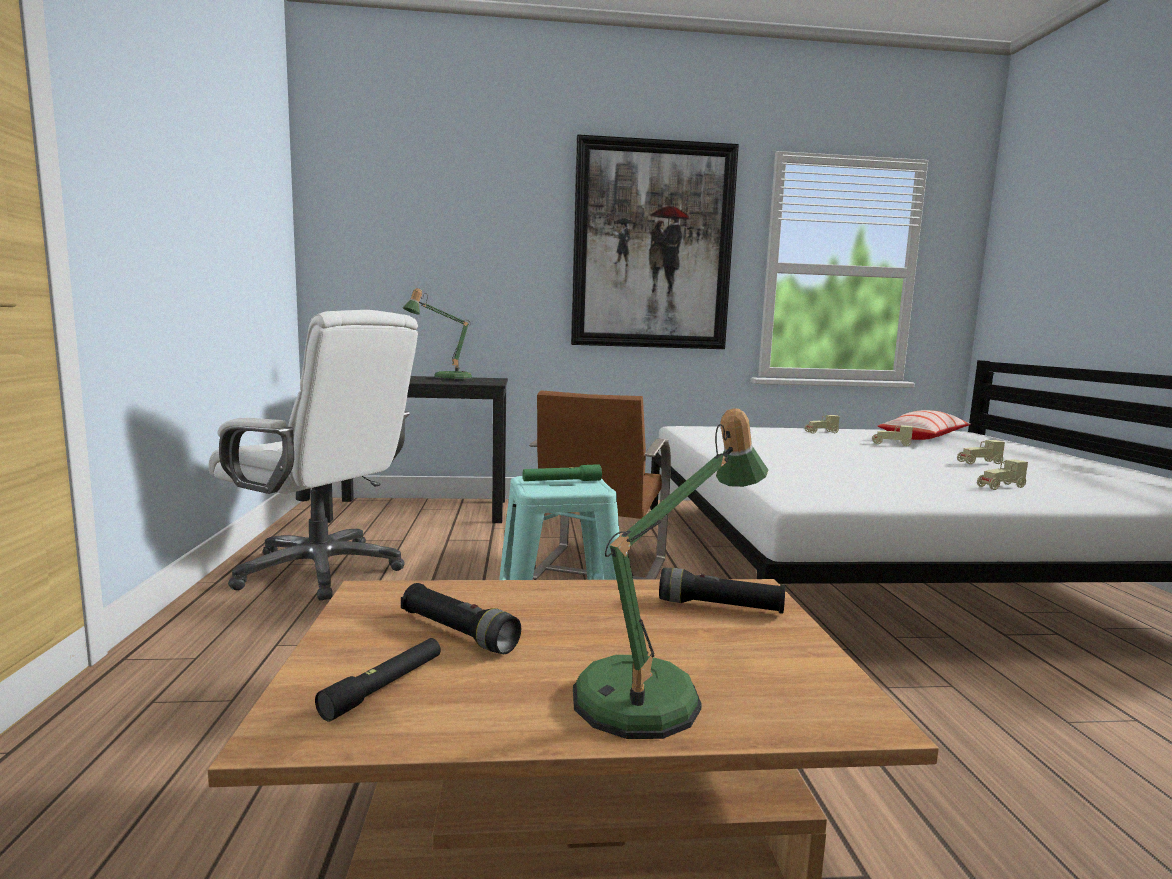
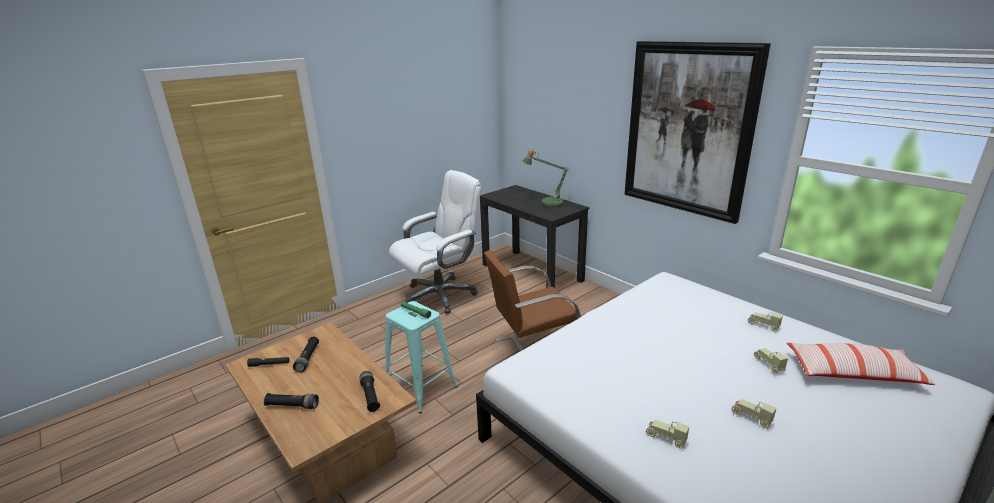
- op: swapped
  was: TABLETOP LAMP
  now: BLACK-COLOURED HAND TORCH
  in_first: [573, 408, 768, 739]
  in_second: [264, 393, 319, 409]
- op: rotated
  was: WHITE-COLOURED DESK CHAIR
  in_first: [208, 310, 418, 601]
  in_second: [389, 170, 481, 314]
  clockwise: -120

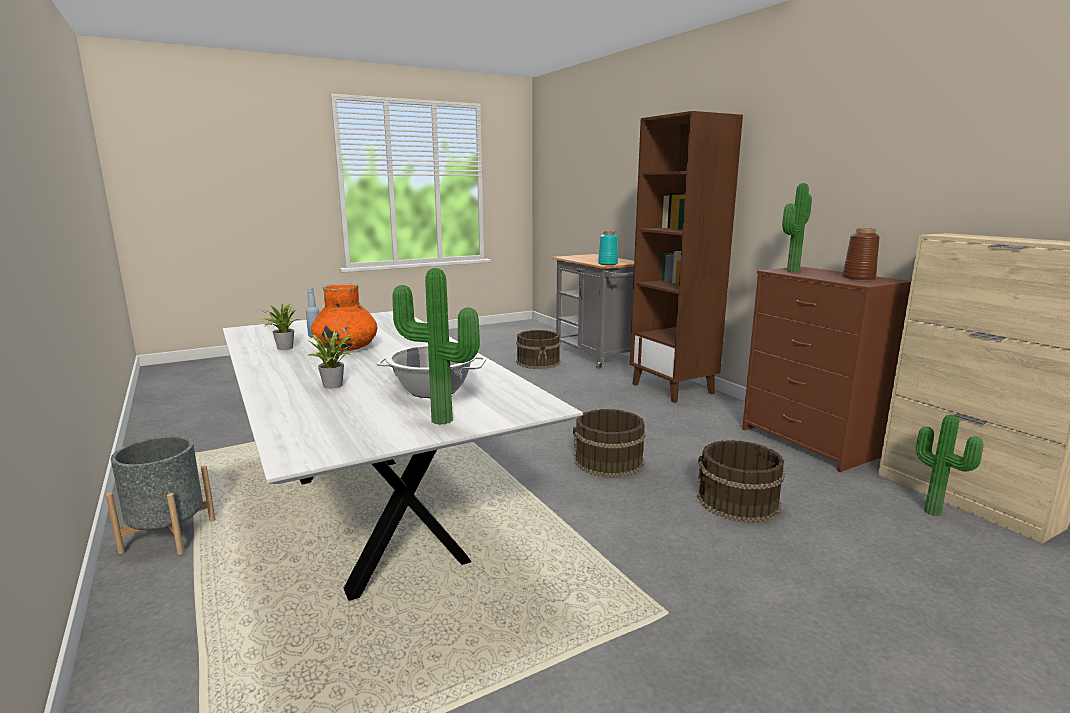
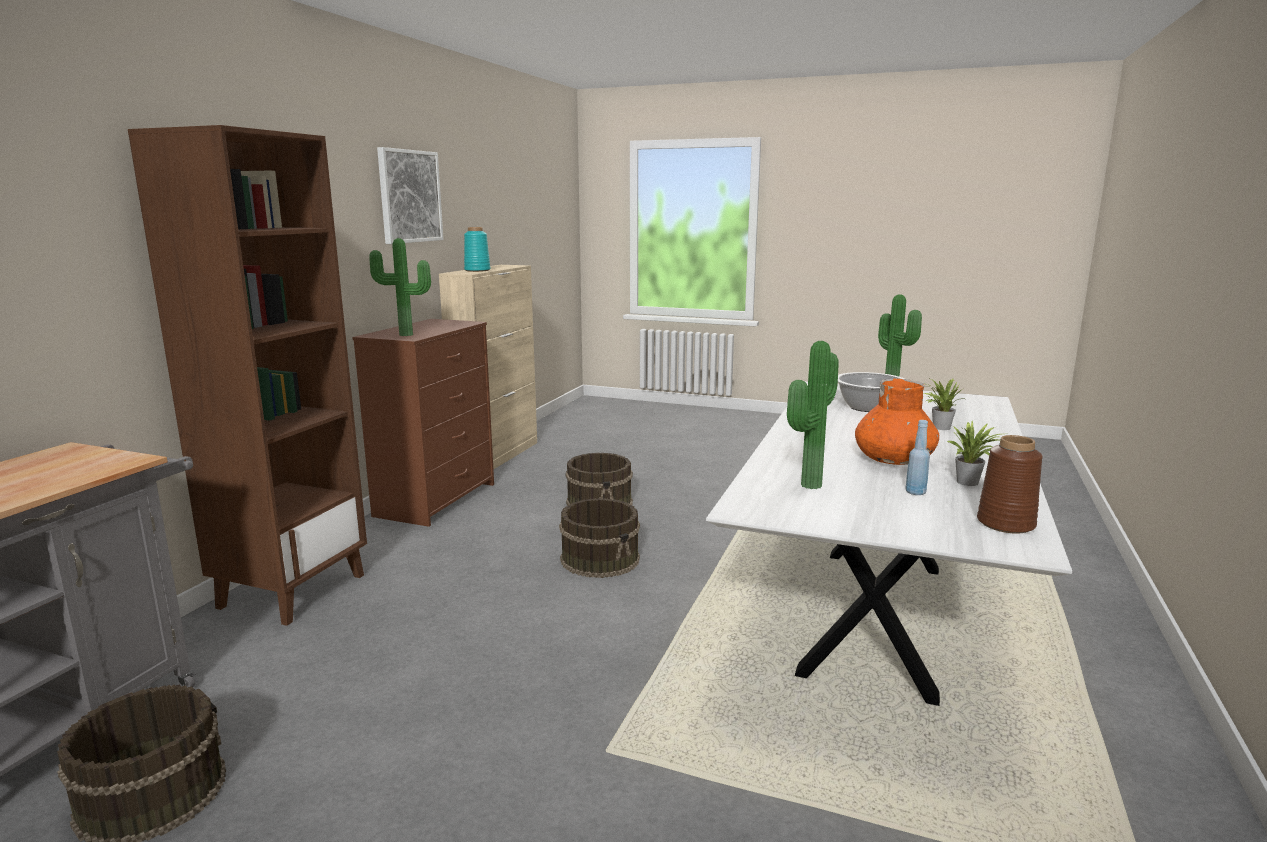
- op: gone
  was: GREY PLANT POT
  in_first: [106, 436, 216, 555]
- op: new
  now: WALL ART
  in_second: [377, 147, 444, 244]
- op: shifted
  was: BLUE-GREEN VASE
  in_first: [598, 231, 618, 265]
  in_second: [464, 227, 491, 272]
- op: shifted
  was: BROWNISH VASE
  in_first: [843, 228, 880, 280]
  in_second: [977, 435, 1043, 534]
- op: shifted
  was: HOUSEPLANT
  in_first: [916, 415, 984, 516]
  in_second: [787, 341, 839, 489]

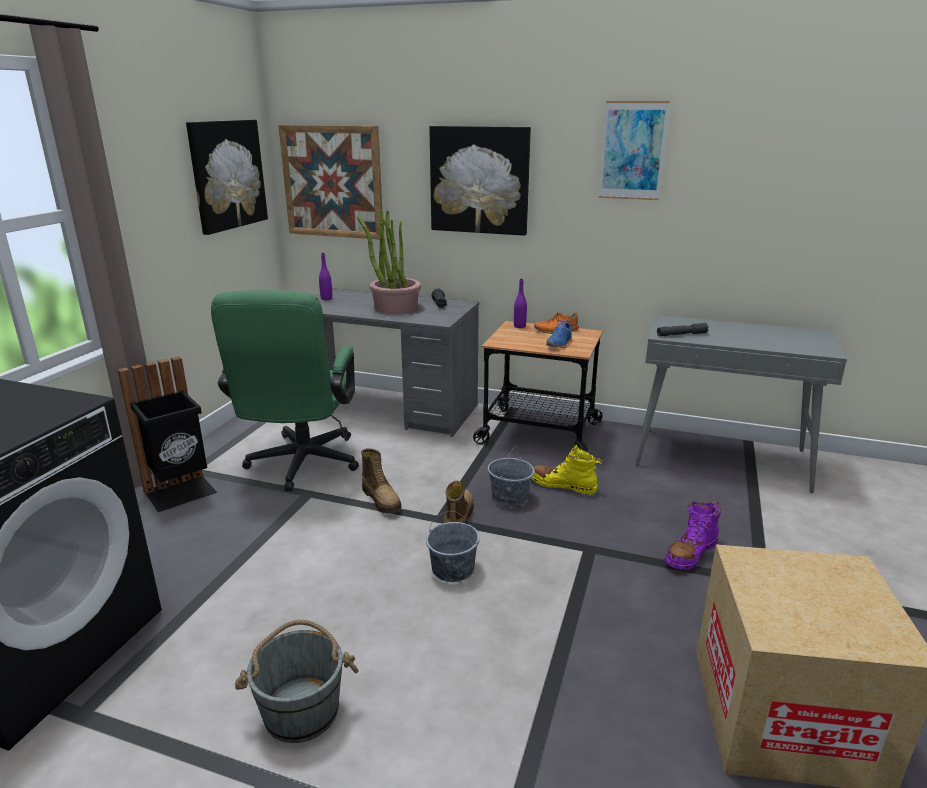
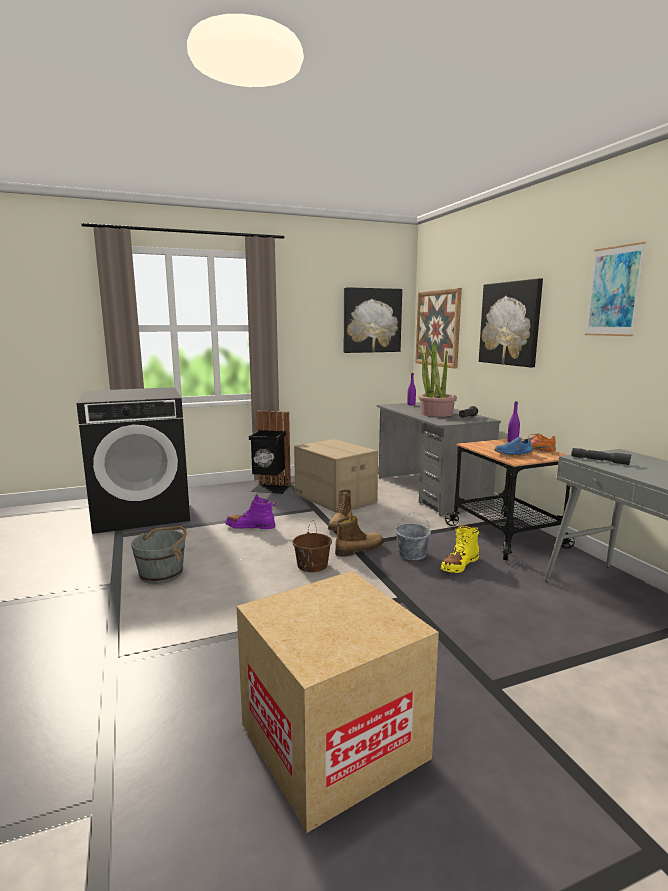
- op: shifted
  was: PURPLE BOOT
  in_first: [664, 501, 721, 570]
  in_second: [225, 495, 276, 529]
- op: swapped
  was: GREEN DESK CHAIR
  now: PACKING BOX
  in_first: [211, 290, 359, 491]
  in_second: [294, 439, 378, 512]
- op: repainted
  was: GREY PAIL
  now: BROWNISH PAIL
  in_first: [426, 511, 480, 582]
  in_second: [292, 522, 332, 572]
- op: rotated
  was: YELLOW BOOT
  in_first: [532, 444, 602, 494]
  in_second: [440, 525, 479, 573]
  clockwise: -120

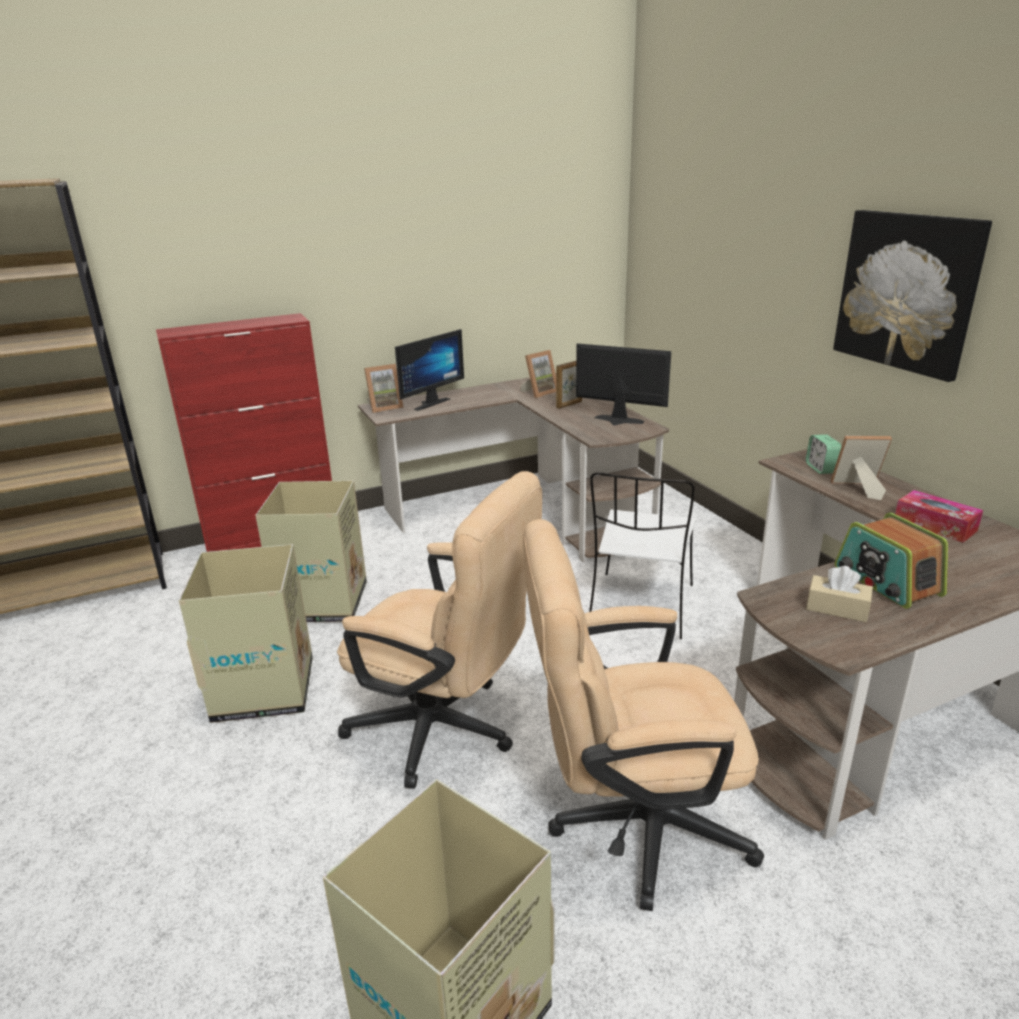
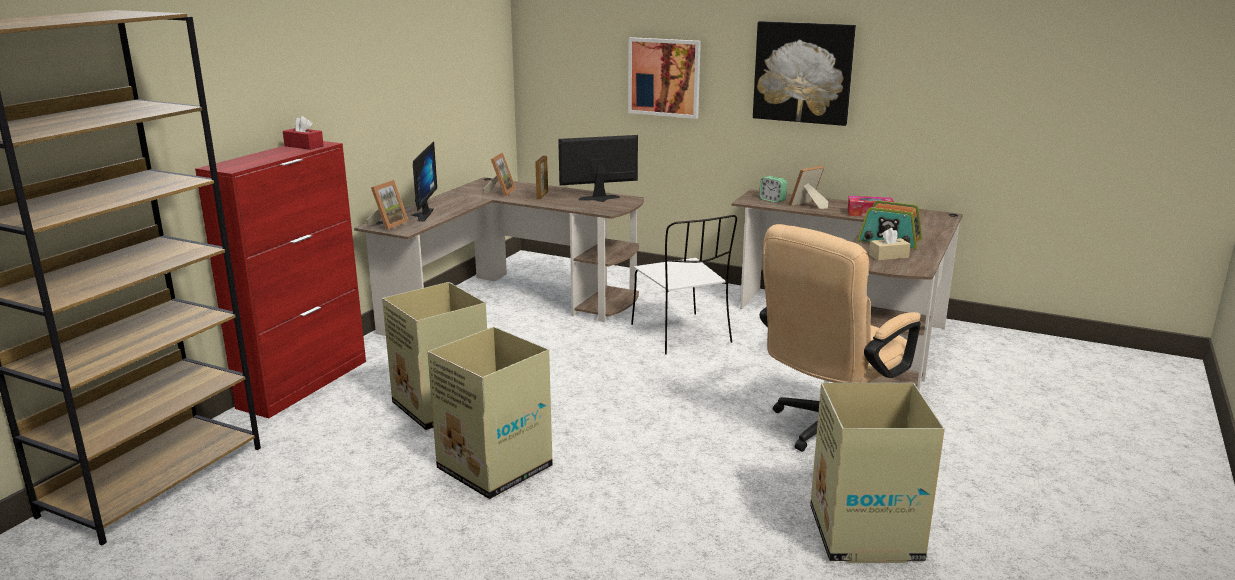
- op: gone
  was: BEIGE-COLOURED DESK CHAIR
  in_first: [337, 471, 542, 789]
- op: new
  now: RED-COLOURED TISSUE BOX
  in_second: [283, 116, 324, 150]
- op: new
  now: WALL ART
  in_second: [628, 37, 701, 119]

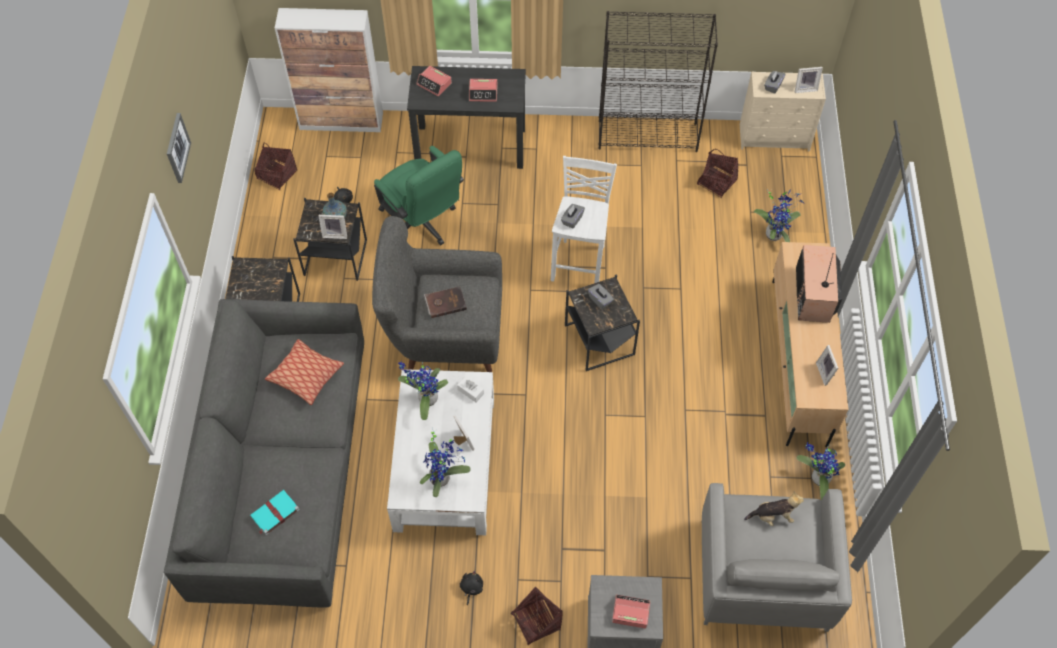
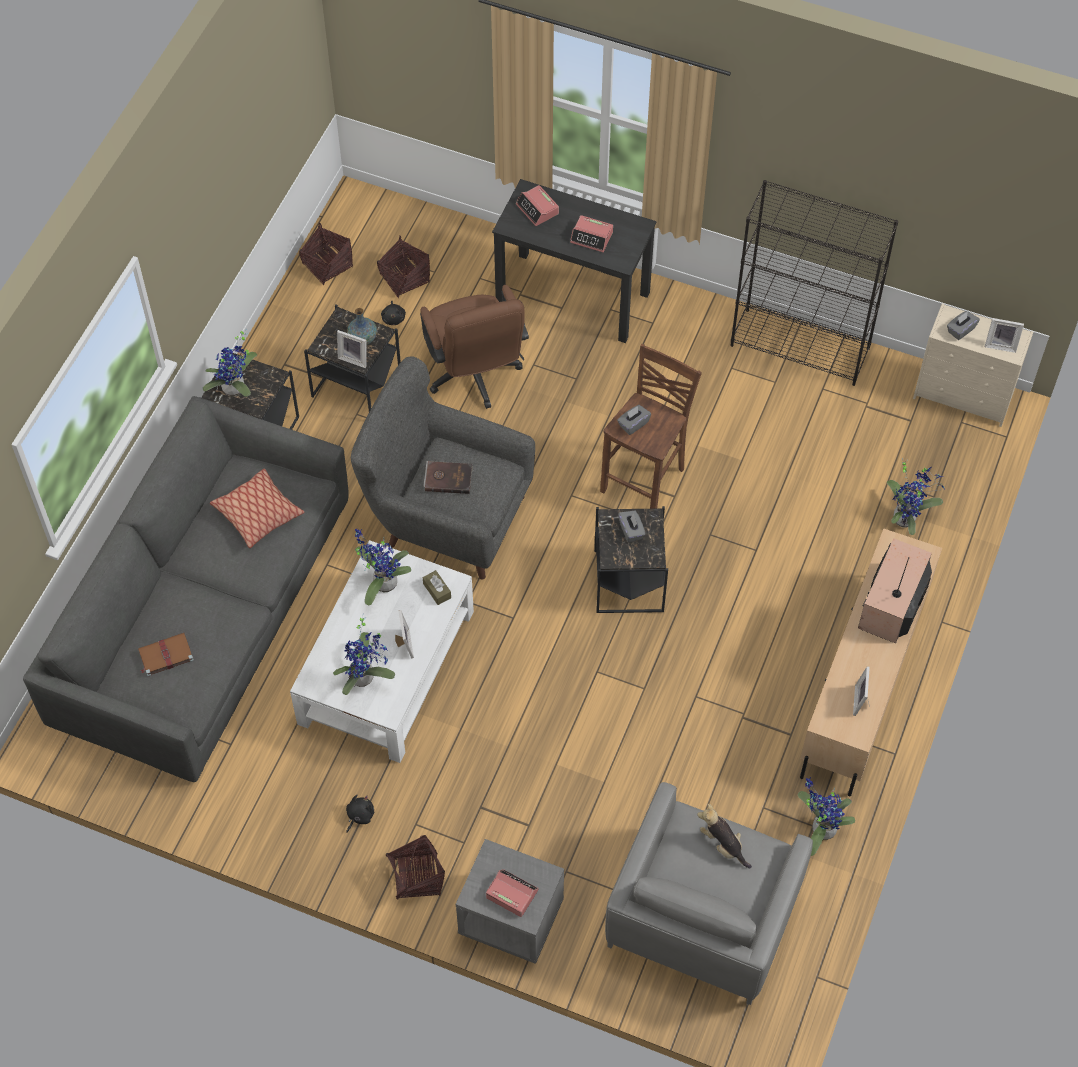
- op: gone
  was: WALL ART
  in_first: [167, 113, 191, 183]
- op: gone
  was: STORAGE CABINET
  in_first: [275, 8, 383, 132]
- op: new
  now: HOUSEPLANT
  in_second: [202, 329, 258, 397]
- op: shifted
  was: HOUSEHOLD BASKET
  in_first: [697, 149, 738, 198]
  in_second: [377, 235, 430, 298]
- op: repainted
  was: BLUE-GREEN VOLUME
  now: BROWNISH VOLUME
  in_first: [250, 490, 300, 535]
  in_second: [138, 633, 194, 676]
- op: repainted
  was: GREEN DESK CHAIR
  now: BROWNISH DESK CHAIR
  in_first: [374, 146, 464, 245]
  in_second: [420, 285, 529, 409]
- op: repainted
  was: WHITE-COLOURED TISSUE BOX
  now: BROWNISH TISSUE BOX
  in_first: [457, 376, 484, 402]
  in_second: [423, 570, 451, 605]
- op: repainted
  was: WHITE-COLOURED STOOL
  now: BROWNISH STOOL
  in_first: [551, 156, 617, 283]
  in_second: [600, 344, 702, 509]
- op: rotated
  was: PLUSH TOY
  in_first: [744, 491, 804, 526]
  in_second: [697, 804, 752, 868]
  clockwise: -150

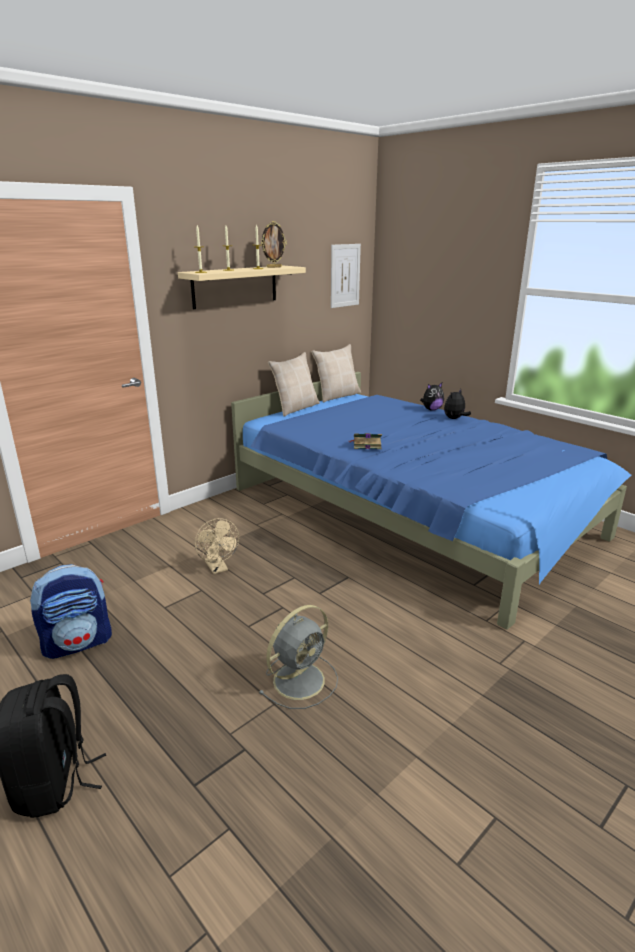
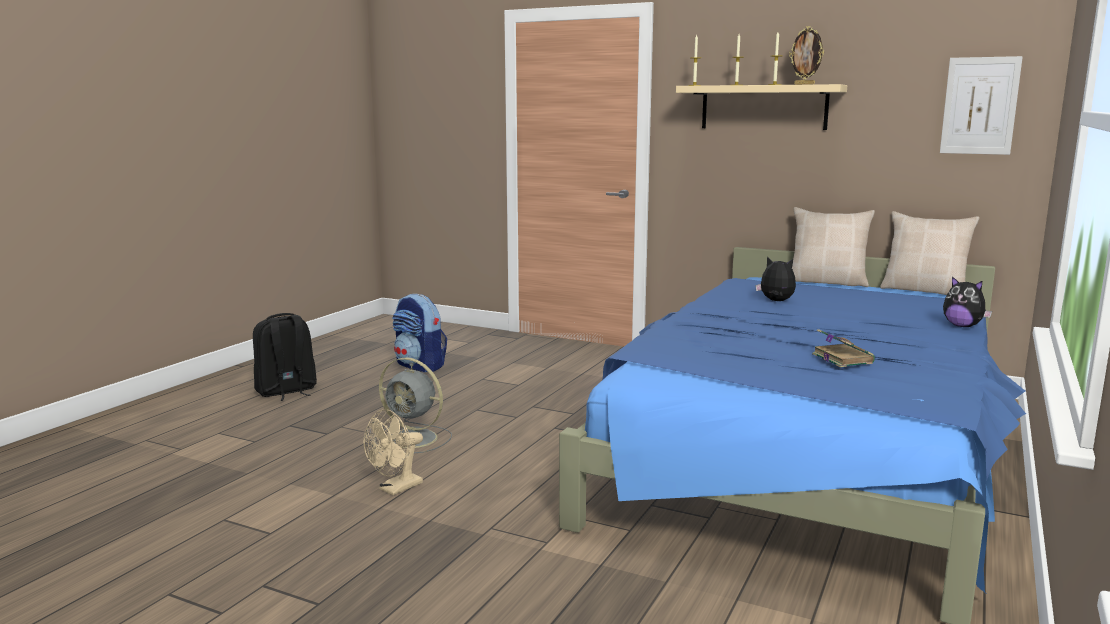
- op: shifted
  was: BEIGE-COLOURED ELECTRIC FAN
  in_first: [195, 518, 239, 574]
  in_second: [364, 409, 423, 495]
- op: shifted
  was: VOLUME
  in_first: [350, 433, 382, 449]
  in_second: [812, 329, 875, 367]
- op: shifted
  was: PLUSH TOY
  in_first: [444, 389, 471, 419]
  in_second: [755, 257, 796, 301]

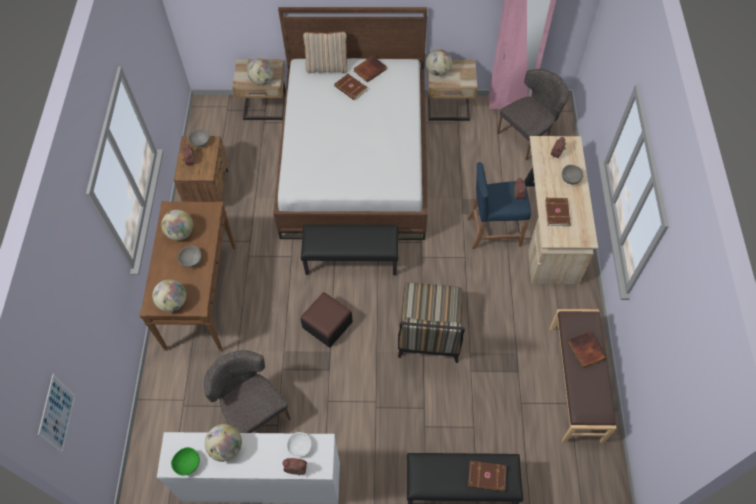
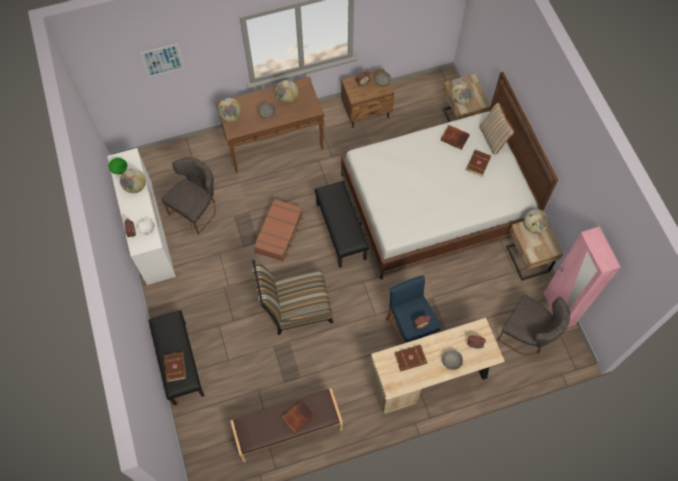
- op: shifted
  was: WALL ART
  in_first: [38, 374, 75, 453]
  in_second: [140, 44, 185, 77]
- op: shifted
  was: VOLUME
  in_first: [354, 56, 387, 83]
  in_second: [441, 125, 470, 150]
- op: swapped
  was: FOOTREST
  now: BROWNISH PIECE OF LUGGAGE
  in_first: [300, 292, 353, 348]
  in_second: [254, 199, 303, 261]

